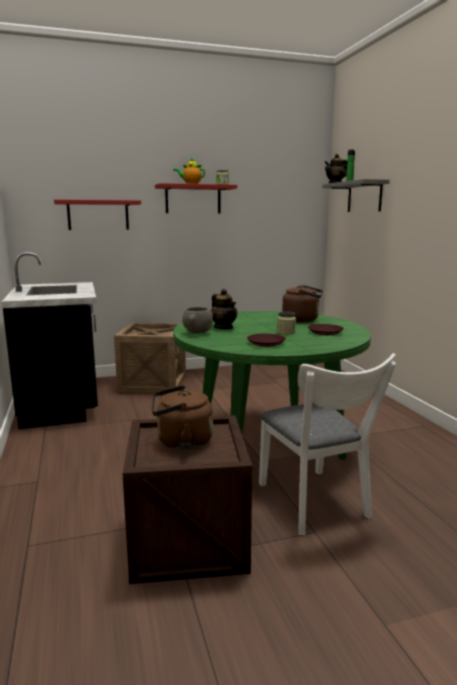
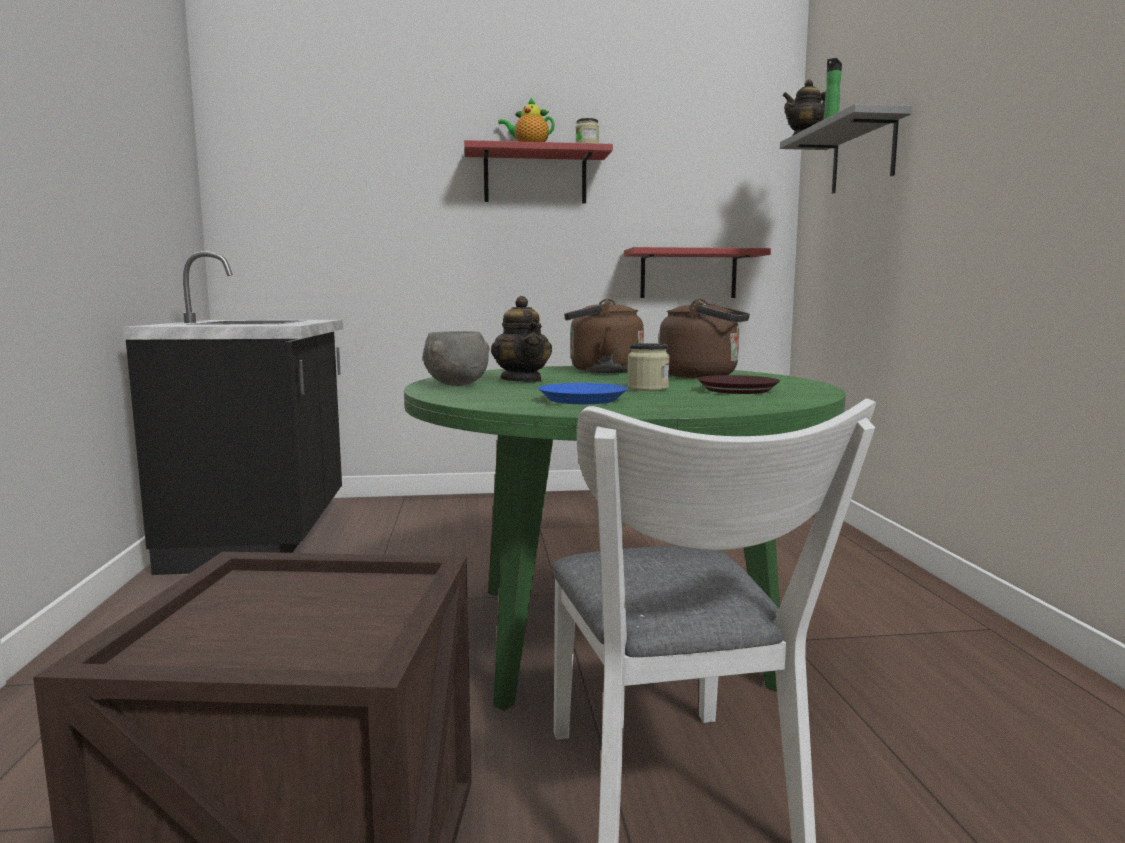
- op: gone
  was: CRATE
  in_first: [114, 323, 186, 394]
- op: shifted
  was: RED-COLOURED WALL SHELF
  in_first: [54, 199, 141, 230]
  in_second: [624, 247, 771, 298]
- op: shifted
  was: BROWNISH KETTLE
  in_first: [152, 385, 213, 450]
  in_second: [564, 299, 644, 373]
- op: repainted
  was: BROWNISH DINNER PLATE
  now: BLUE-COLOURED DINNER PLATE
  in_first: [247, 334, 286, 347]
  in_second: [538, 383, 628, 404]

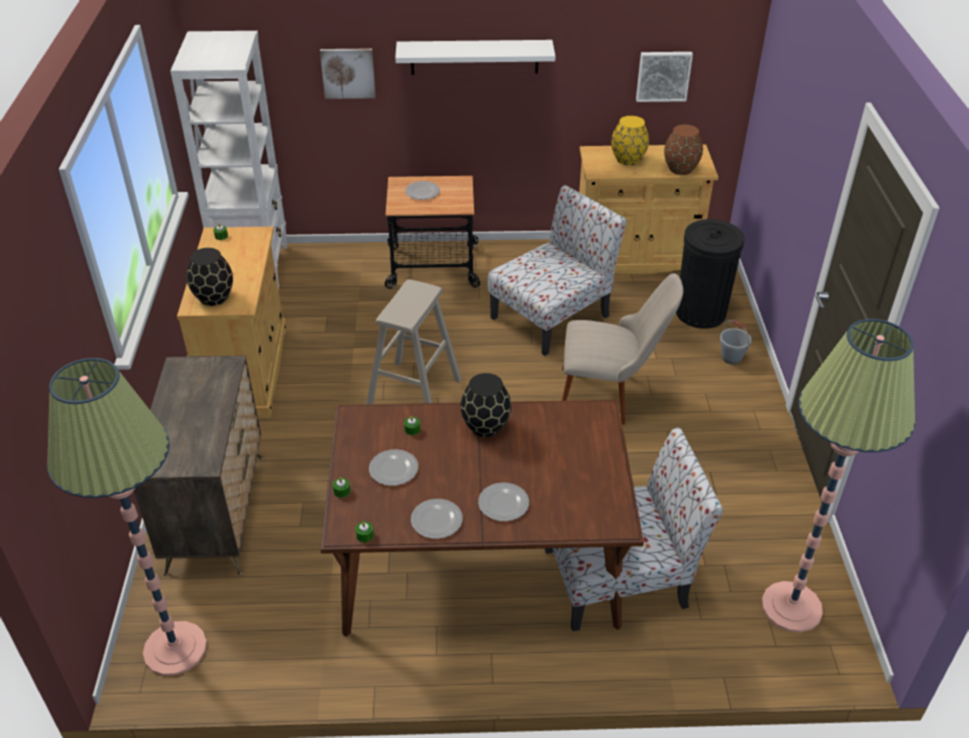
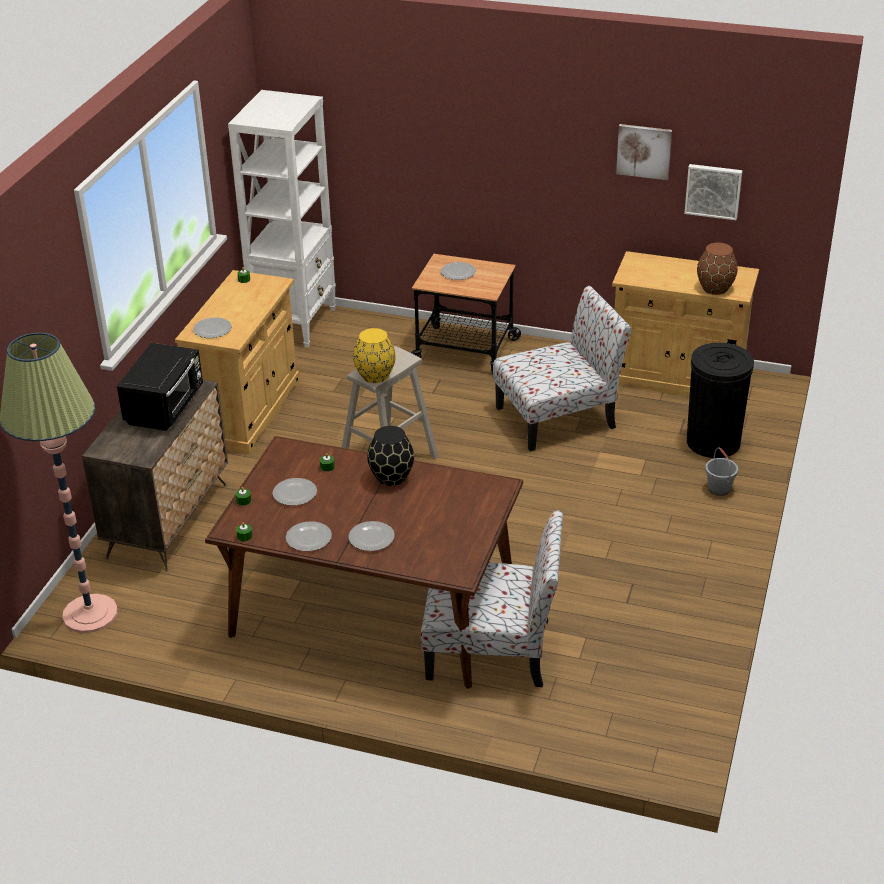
- op: gone
  was: WHITE-COLOURED WALL SHELF
  in_first: [395, 40, 555, 75]
- op: gone
  was: BEIGE-COLOURED UPRIGHT CHAIR
  in_first: [562, 273, 683, 425]
- op: gone
  was: FLOOR LAMP
  in_first: [762, 319, 915, 633]
- op: new
  now: BLACK-COLOURED KITCHEN MICROWAVE
  in_second: [117, 343, 203, 431]
- op: shifted
  was: WALL ART
  in_first: [320, 48, 376, 99]
  in_second: [616, 124, 672, 180]
- op: shifted
  was: YELLOW VASE
  in_first: [611, 116, 649, 166]
  in_second: [353, 328, 396, 383]
- op: swapped
  was: BLACK-COLOURED VASE
  now: DINNER PLATE
  in_first: [186, 248, 233, 306]
  in_second: [193, 317, 232, 338]

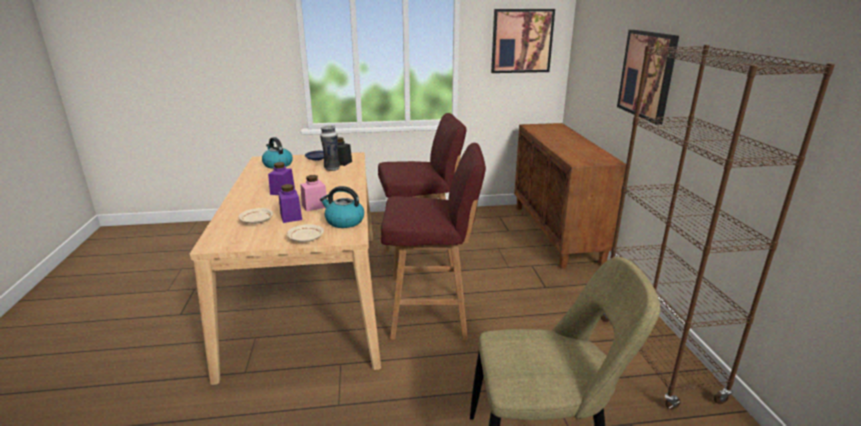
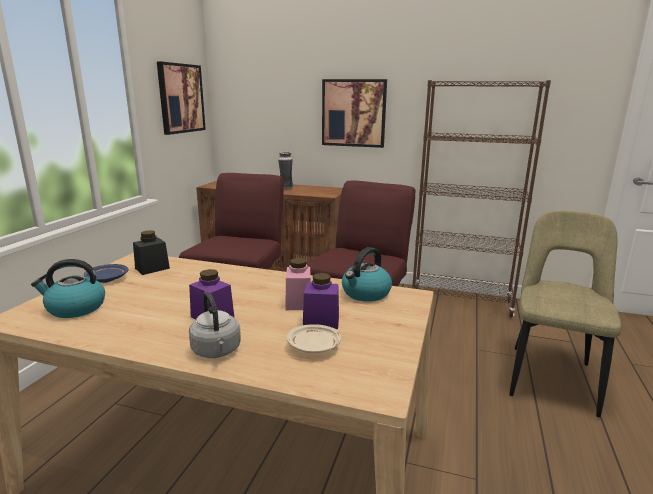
- op: gone
  was: BEIGE-COLOURED DINNER PLATE
  in_first: [287, 224, 324, 242]
- op: new
  now: GREY KETTLE
  in_second: [189, 291, 241, 358]
- op: shifted
  was: VASE
  in_first: [320, 125, 340, 171]
  in_second: [278, 151, 293, 190]

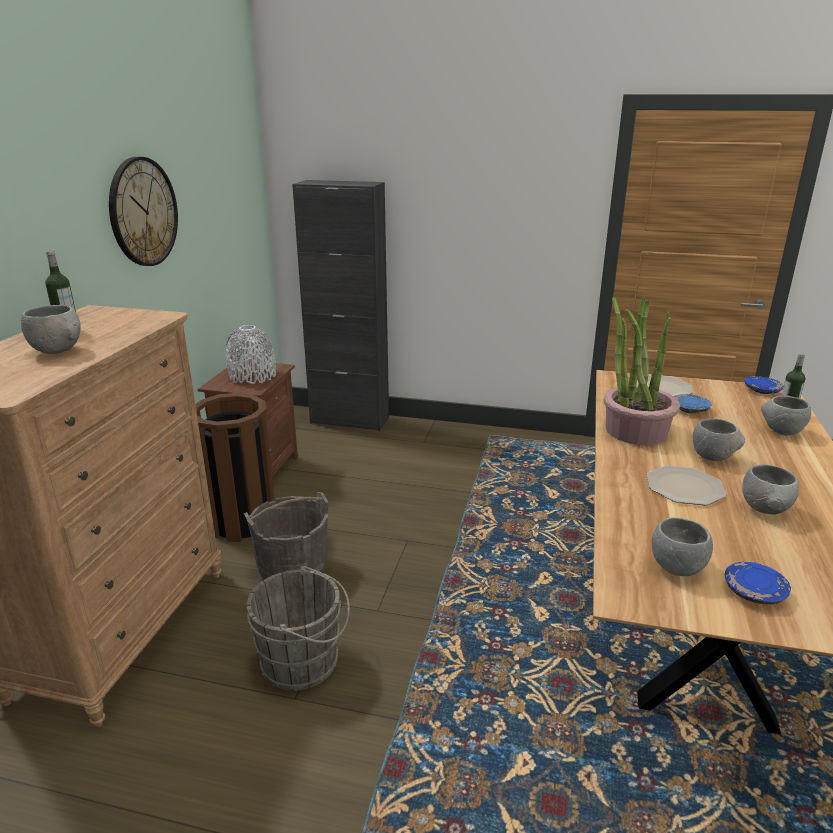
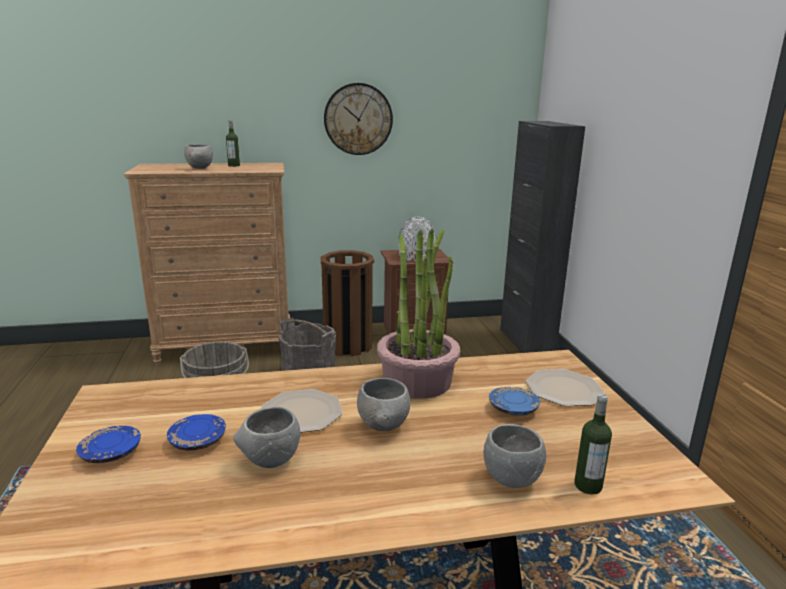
- op: gone
  was: GREY SERVING BOWL
  in_first: [652, 517, 713, 576]
- op: shifted
  was: BLUE-COLOURED DINNER PLATE
  in_first: [745, 376, 784, 394]
  in_second: [167, 414, 226, 451]

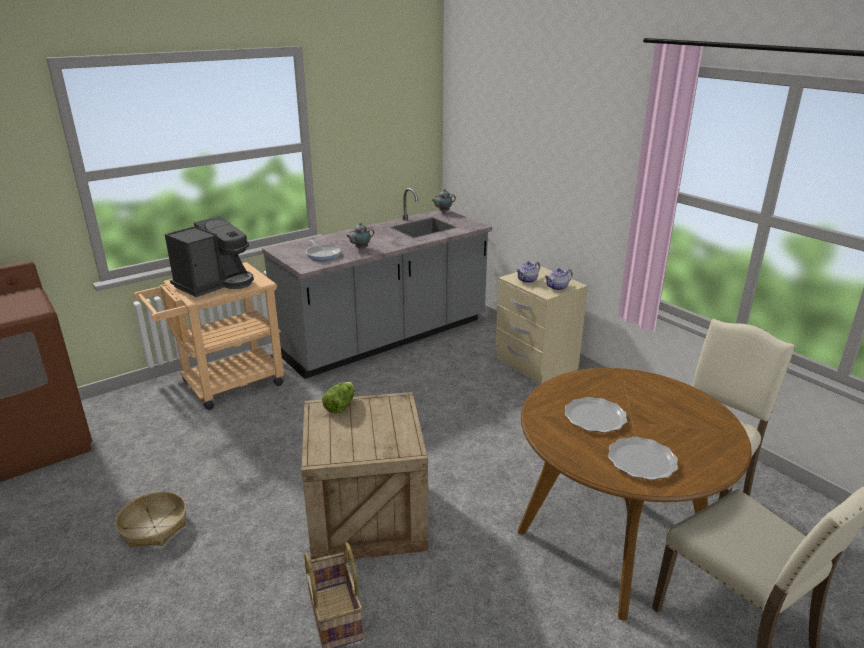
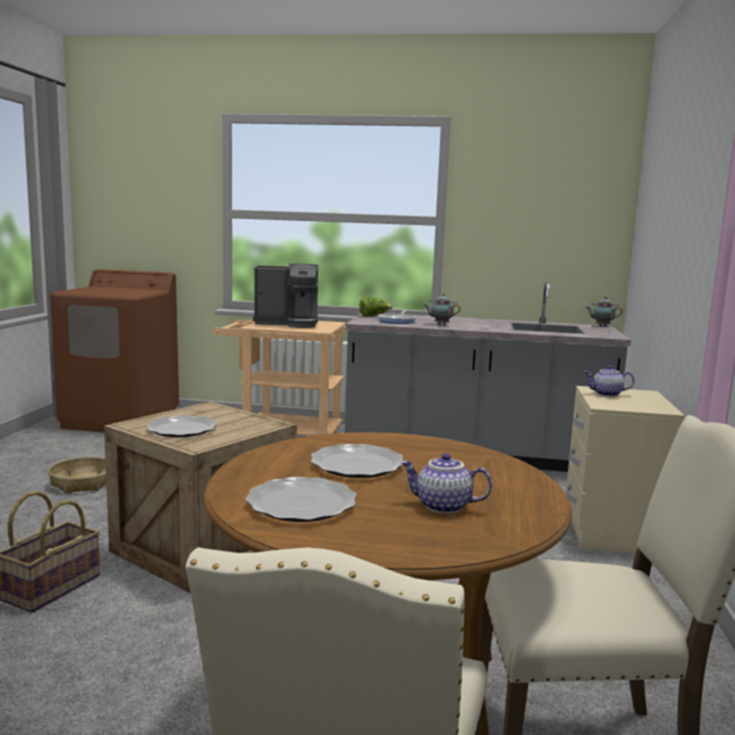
- op: new
  now: DINNER PLATE
  in_second: [146, 415, 217, 437]
- op: shifted
  was: HEAD OF LETTUCE
  in_first: [322, 382, 354, 413]
  in_second: [359, 297, 392, 317]
- op: shifted
  was: POT FOR TEA
  in_first: [544, 268, 573, 290]
  in_second: [400, 453, 492, 514]

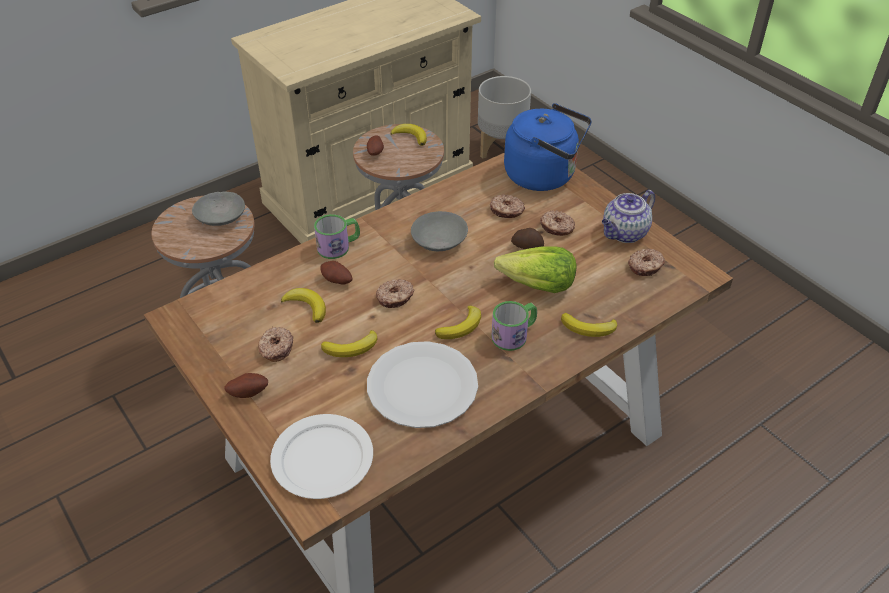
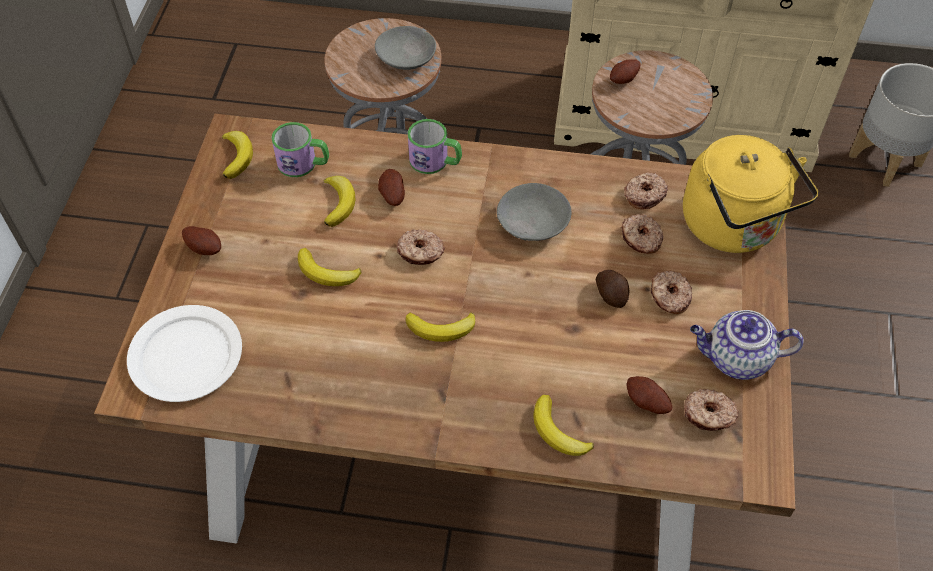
- op: gone
  was: WHITE-COLOURED DINNER PLATE
  in_first: [367, 341, 478, 428]
- op: gone
  was: HEAD OF LETTUCE
  in_first: [494, 246, 576, 293]
- op: new
  now: WHOLE POTATO
  in_second: [627, 376, 672, 414]
- op: shifted
  was: RING DOUGHNUT
  in_first: [258, 327, 293, 362]
  in_second: [624, 172, 668, 209]
- op: shifted
  was: WHOLE BANANA
  in_first: [391, 124, 427, 146]
  in_second: [222, 131, 253, 179]
- op: shifted
  was: TEA MUG
  in_first: [491, 301, 537, 351]
  in_second: [271, 122, 329, 177]
- op: repainted
  was: BLUE-COLOURED KETTLE
  now: YELLOW KETTLE
  in_first: [504, 103, 592, 191]
  in_second: [683, 135, 819, 253]

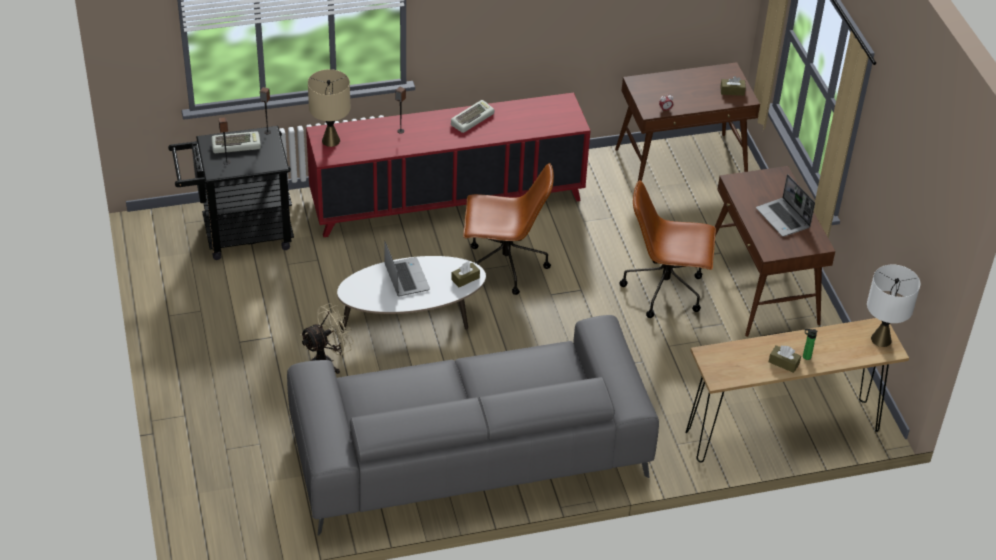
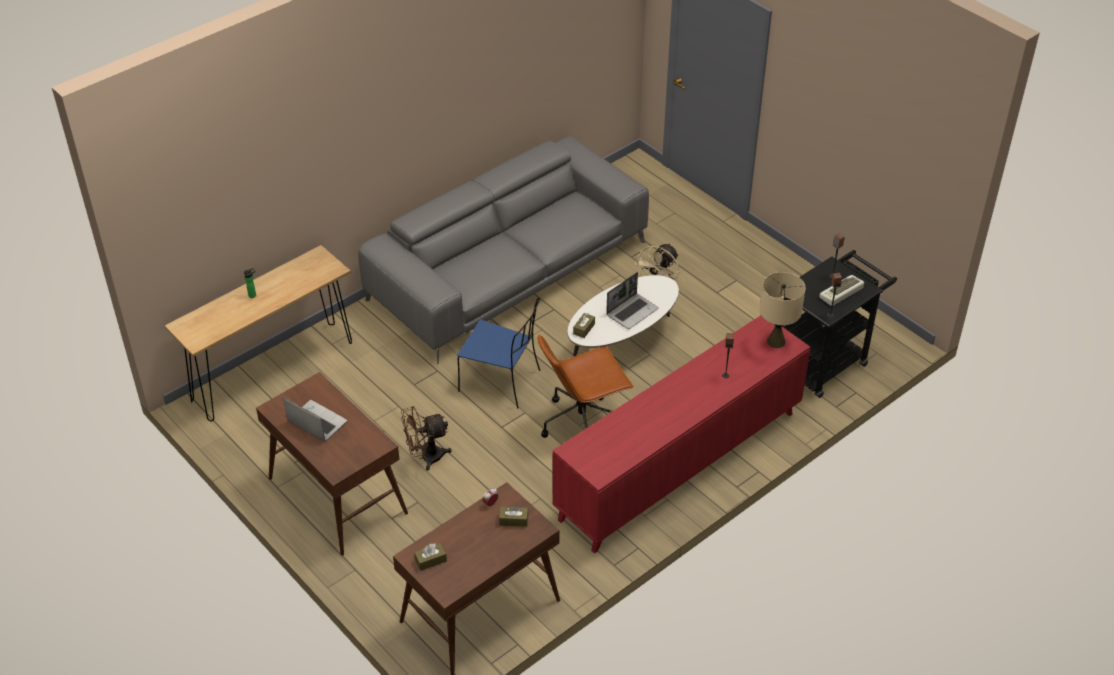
- op: gone
  was: PC KEYBOARD
  in_first: [451, 100, 494, 133]
- op: gone
  was: WHITE-COLOURED TABLETOP LAMP
  in_first: [867, 265, 920, 347]
- op: new
  now: BLUE-COLOURED UPRIGHT CHAIR
  in_second: [457, 298, 540, 408]
- op: shifted
  was: BROWNISH TISSUE BOX
  in_first: [769, 345, 801, 373]
  in_second: [499, 506, 528, 527]
- op: swapped
  was: BROWNISH DESK CHAIR
  now: BROWNISH ELECTRIC FAN
  in_first: [619, 180, 716, 318]
  in_second: [401, 406, 452, 471]
- op: rotated
  was: PORTABLE COMPUTER
  in_first: [384, 241, 430, 297]
  in_second: [606, 272, 658, 329]
  clockwise: -90

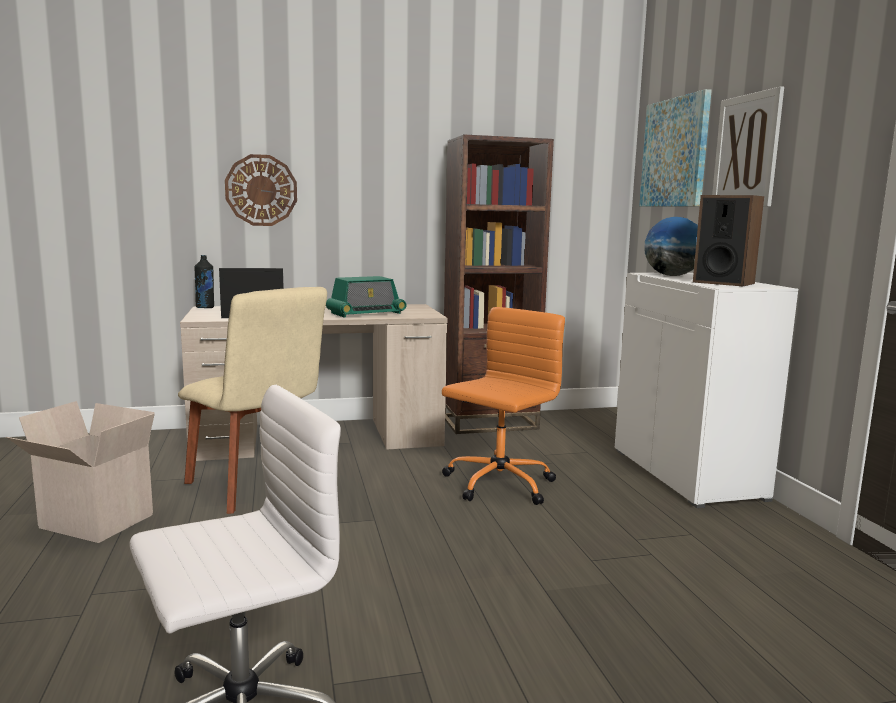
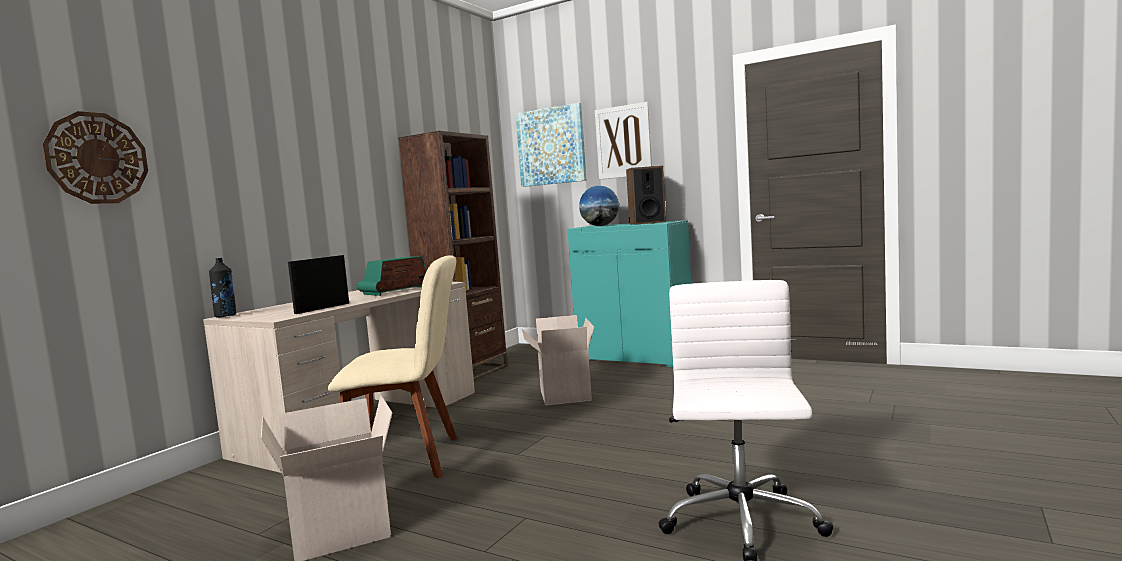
- op: shifted
  was: CLOCK ON THE WALL
  in_first: [225, 154, 297, 226]
  in_second: [42, 111, 148, 204]
- op: swapped
  was: ORANGE DESK CHAIR
  now: PACKING BOX
  in_first: [442, 307, 565, 505]
  in_second: [521, 315, 594, 406]
- op: repainted
  was: WHITE-COLOURED STORAGE CABINET
  now: BLUE-GREEN STORAGE CABINET
  in_first: [615, 273, 798, 508]
  in_second: [568, 220, 691, 367]
- op: rotated
  was: RADIO
  in_first: [326, 276, 407, 318]
  in_second: [357, 256, 427, 296]
  clockwise: -150

